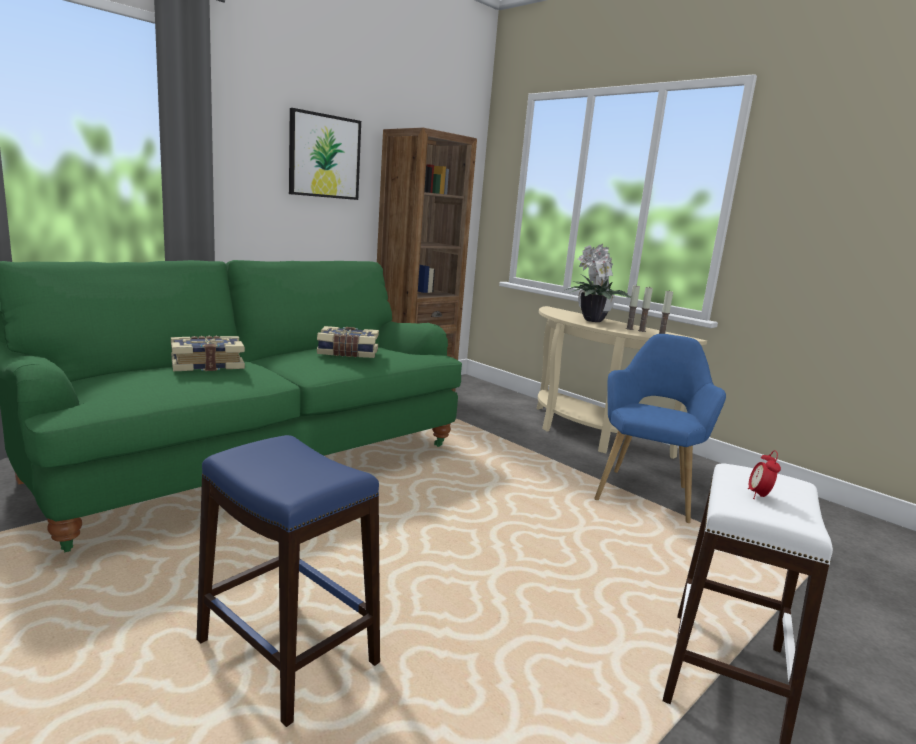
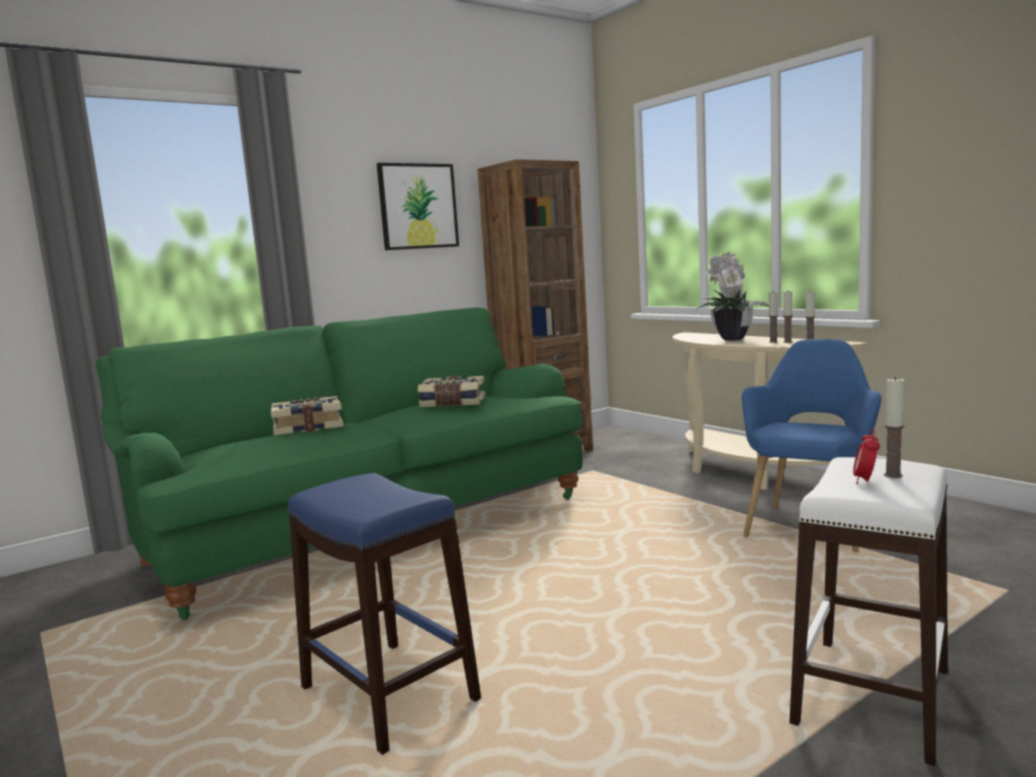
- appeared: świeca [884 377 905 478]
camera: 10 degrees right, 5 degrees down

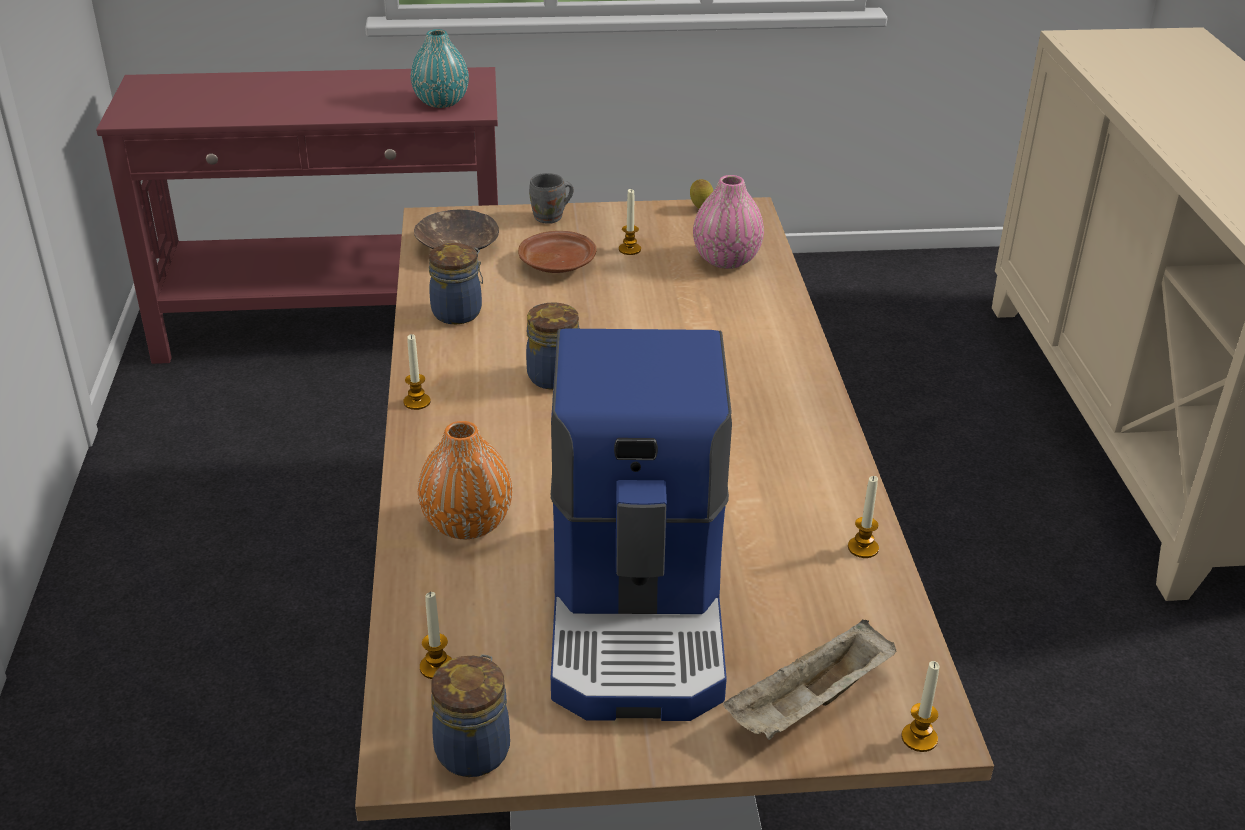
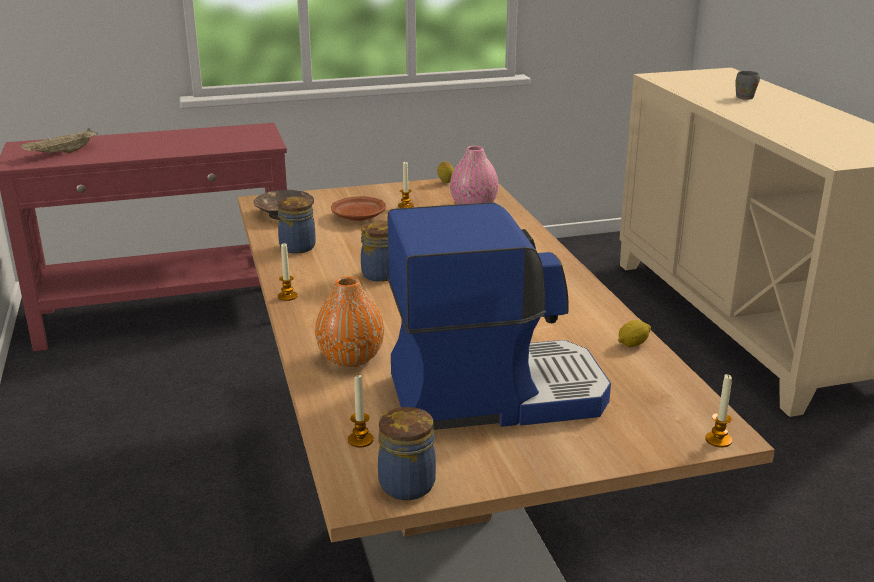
- missing: wazon [turkusowy] [411 29 469 108]
- relocated: kubek [szary] [529 173 573 224] to [736 71 760 100]
- spun: ekspres do kawy [551 329 732 721] = [387 202 611 430] 90 degrees counterclockwise
- exchanged: świeca [848 476 879 558] to cytryna [618 320 651 347]
- relocated: taca [beżowy] [723 619 896 740] to [20 128 98 153]
camera: 10 degrees left, 10 degrees down

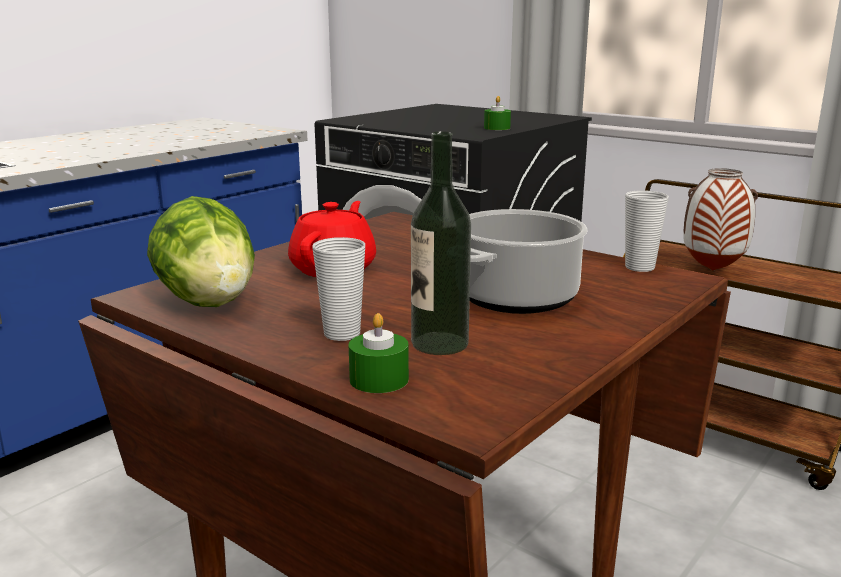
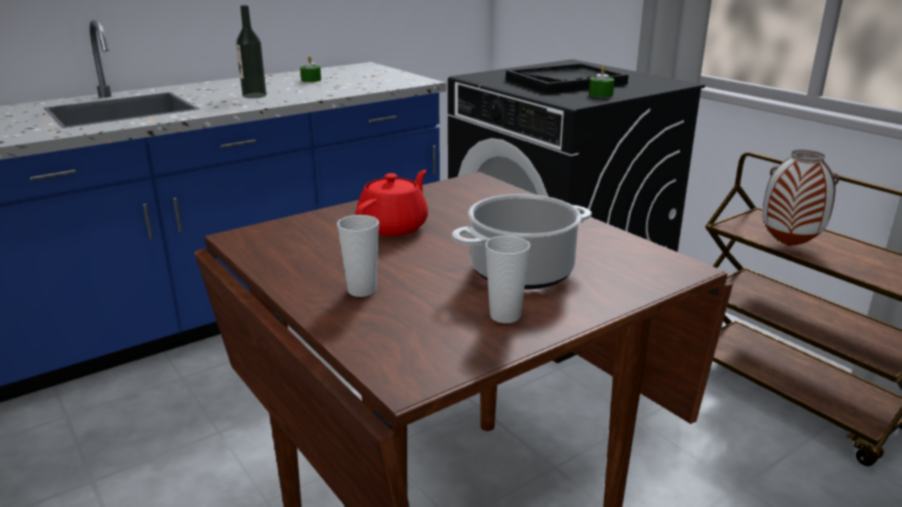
- relocated: butelka [411 131 471 355] to [236 5 266 98]
- relocated: filiżanka [625 190 669 272] to [485 235 531 323]
- missing: sałata [147 196 255 307]
- relocated: świeca [zielony] [349 313 409 393] to [300 56 321 82]
- appeared: taca [czarny] [506 63 629 94]
camera: 15 degrees right, 5 degrees up

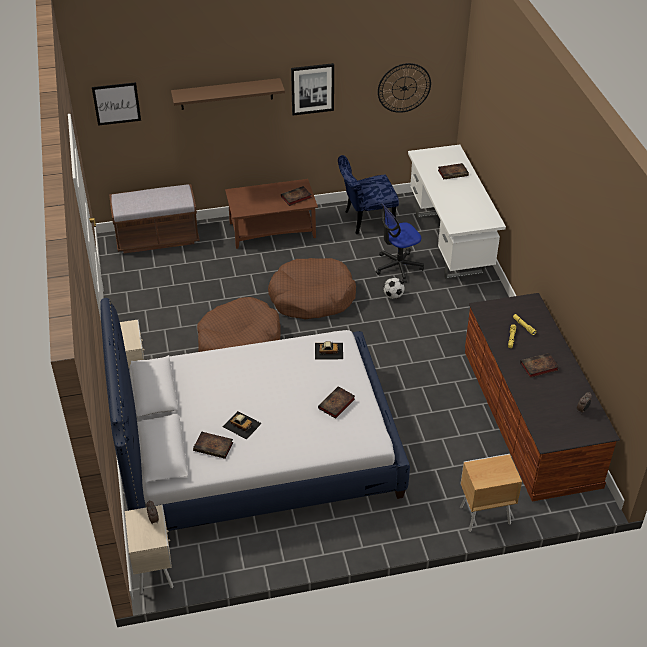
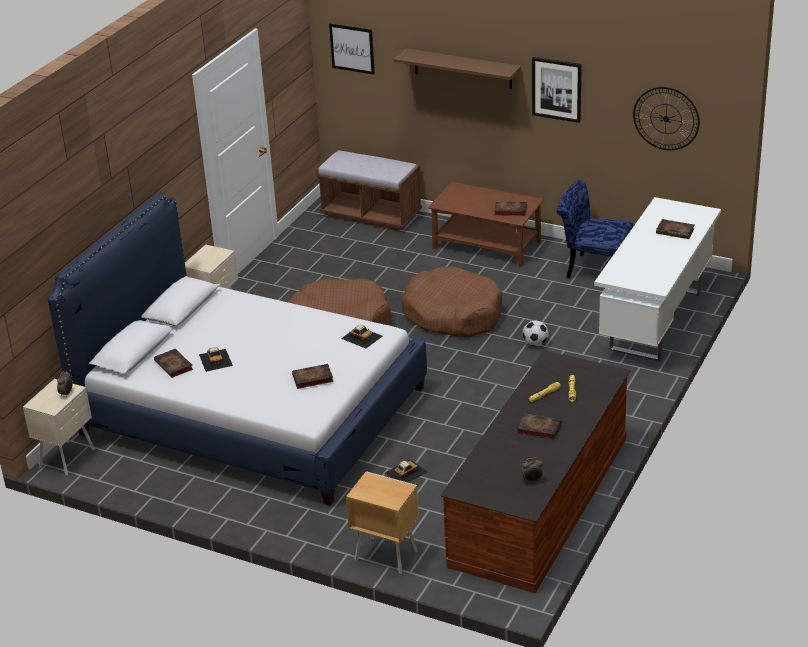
- missing: krzesło biurowe [376 202 424 283]
- appeared: samochodzik [385 459 427 483]
camera: 40 degrees right, 10 degrees down

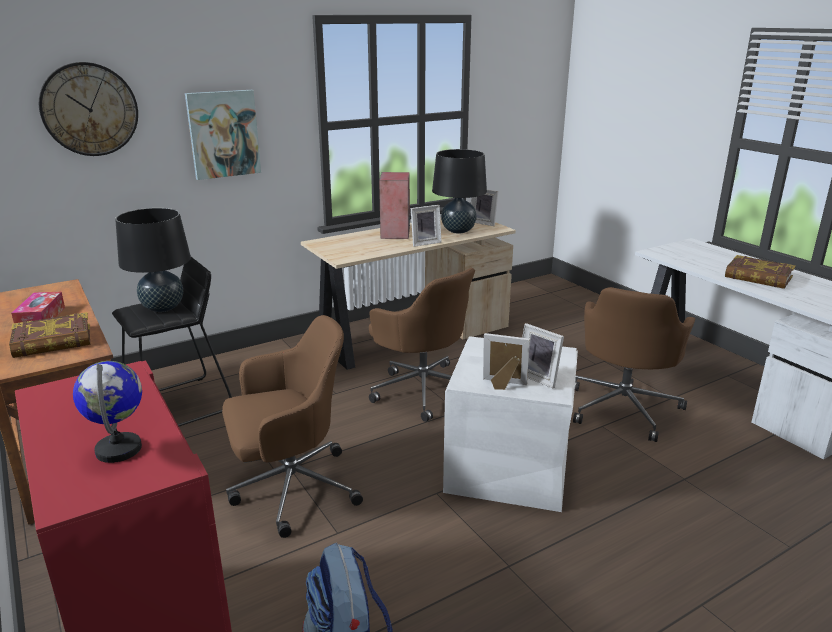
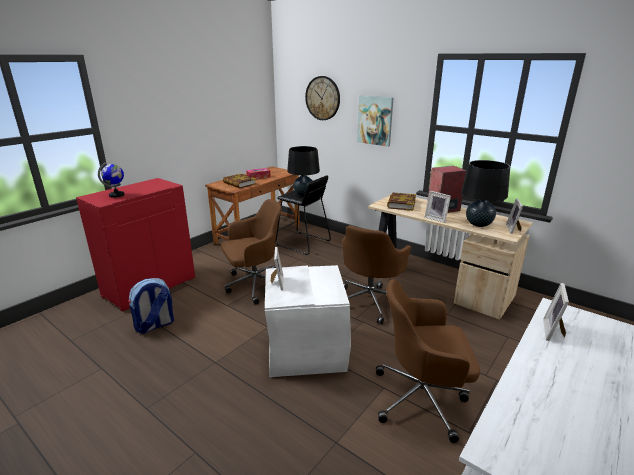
- relocated: książka [725 255 795 289] to [387 192 416 211]
- spun: krzesło biurowe [brązowy] [222 315 363 538] = [221 199 281 305] 75 degrees counterclockwise
- relocated: ramka na zdjęcie [522 323 564 388] to [543 283 569 341]
camera: 70 degrees right, 0 degrees up

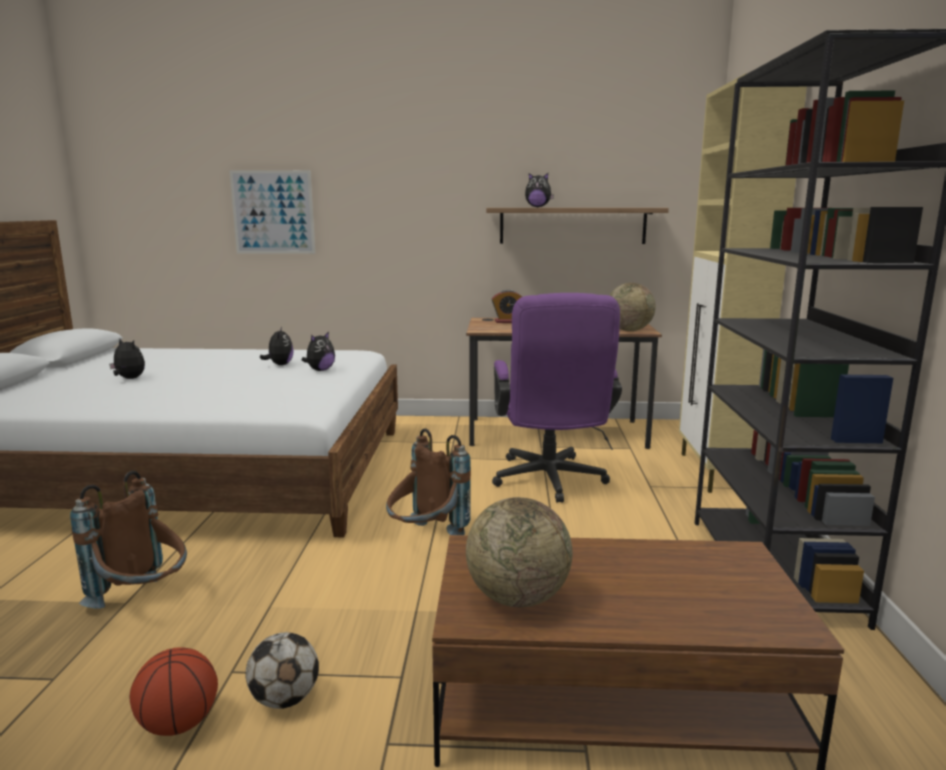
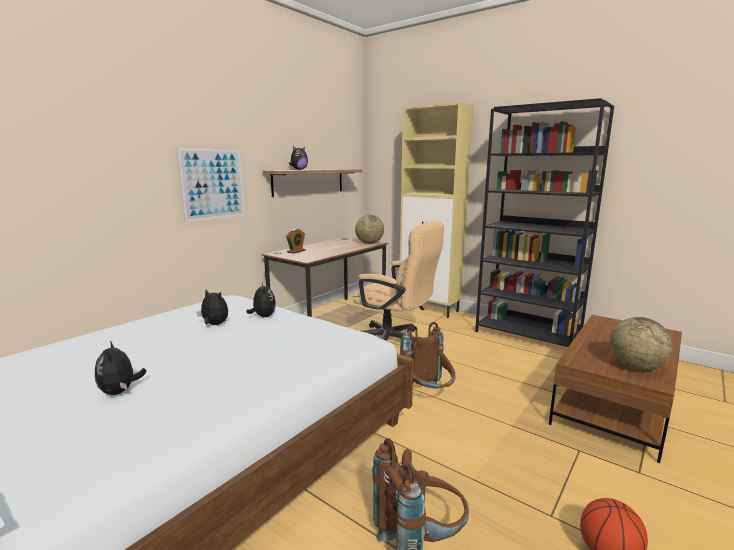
- relocated: obraz [230 170 315 254] to [177 148 245 222]
- colour: krzesło biurowe [fioletowy] [492 293 622 503] to krzesło biurowe [beżowy] [353 221 444 341]
- spun: pluszak [109 339 145 379] = [95 341 146 395] 90 degrees counterclockwise
- missing: piłka futbolowa [245 632 319 709]
camera: 55 degrees left, 0 degrees up

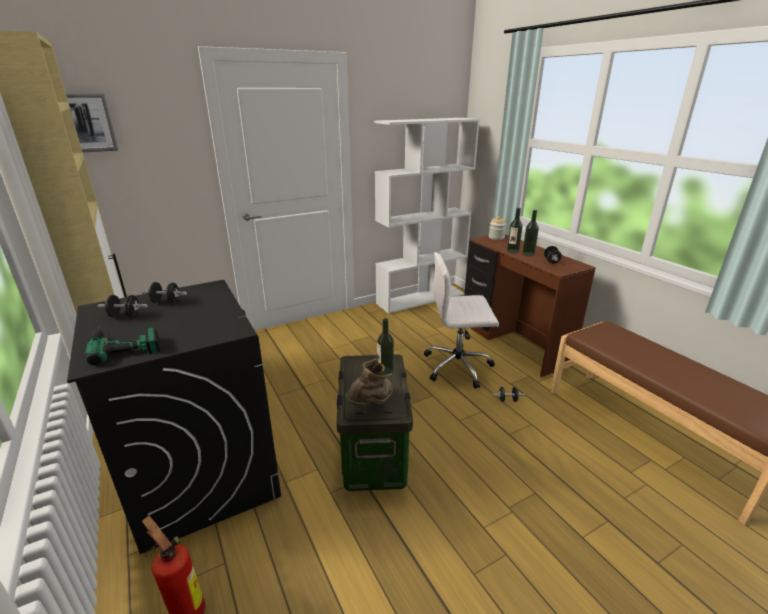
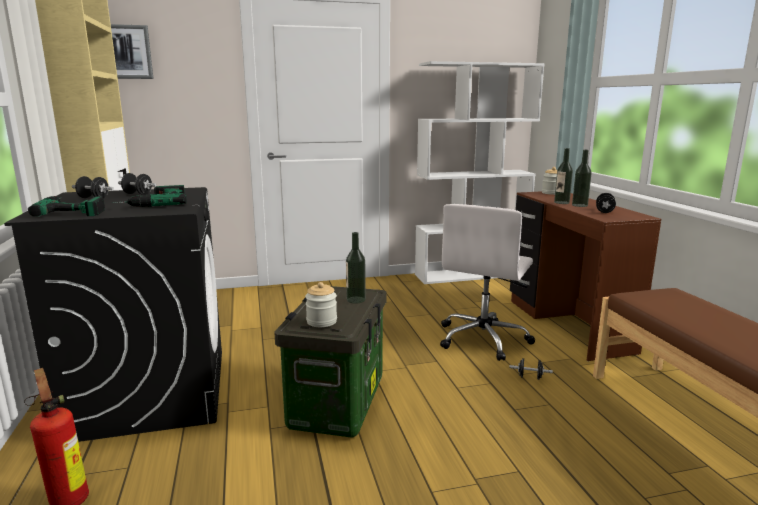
- spun: krzesło biurowe [biały] [424 252 499 389] = [440 204 535 361] 75 degrees counterclockwise
- exchanged: but z cholewką [brązowy] [345 359 393 406] to słoik [305 282 337 327]
- appeared: wiertarka [112 185 187 207]
camera: 15 degrees right, 10 degrees down

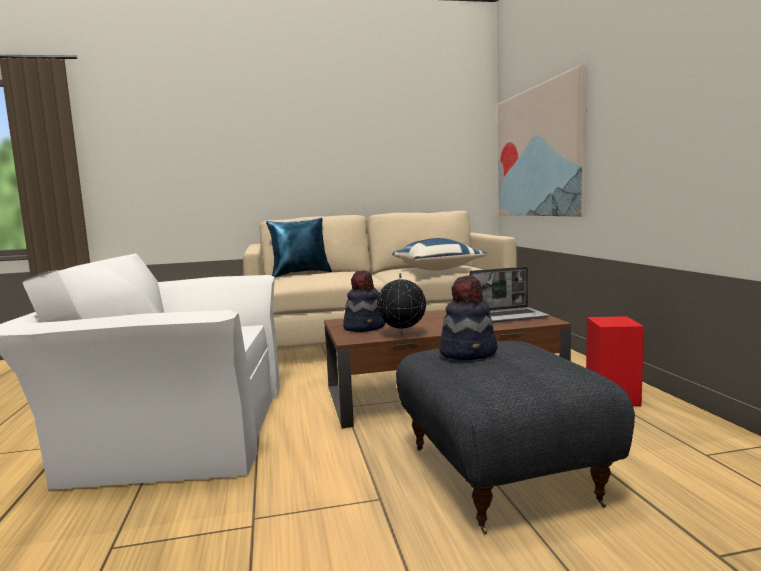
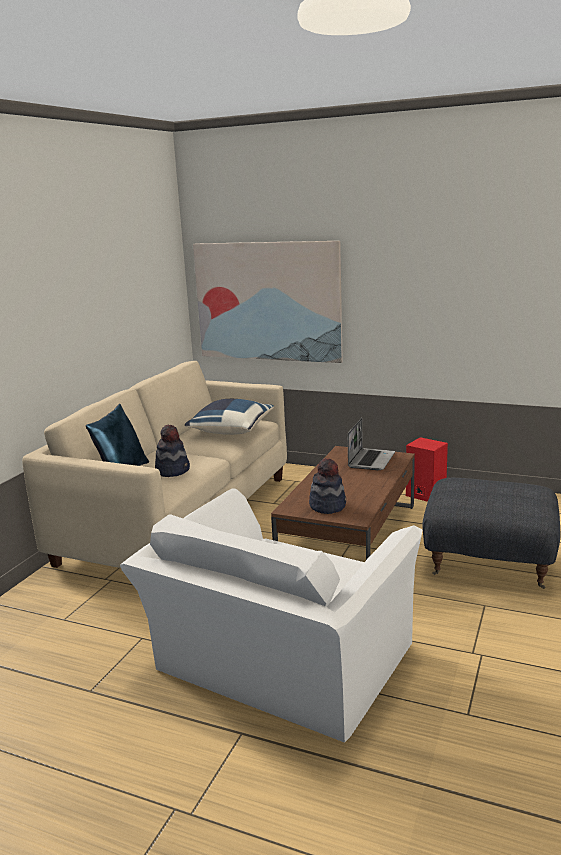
- missing: globus [377 273 426 335]
- relocated: kapelusz [439 275 498 360] to [155 424 190 477]
camera: 55 degrees left, 10 degrees up

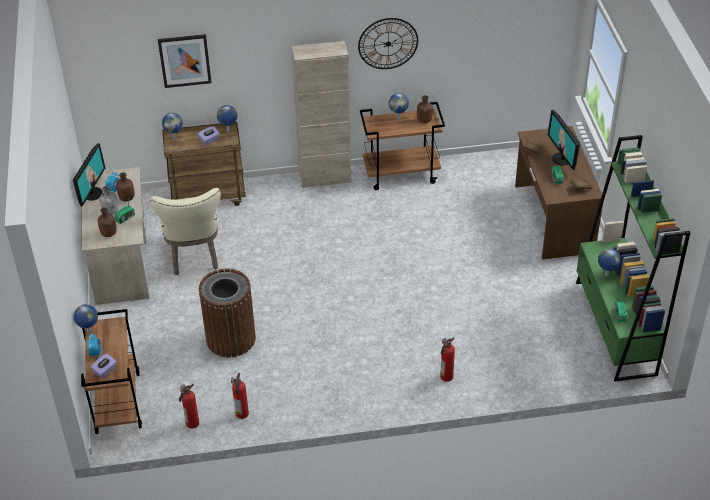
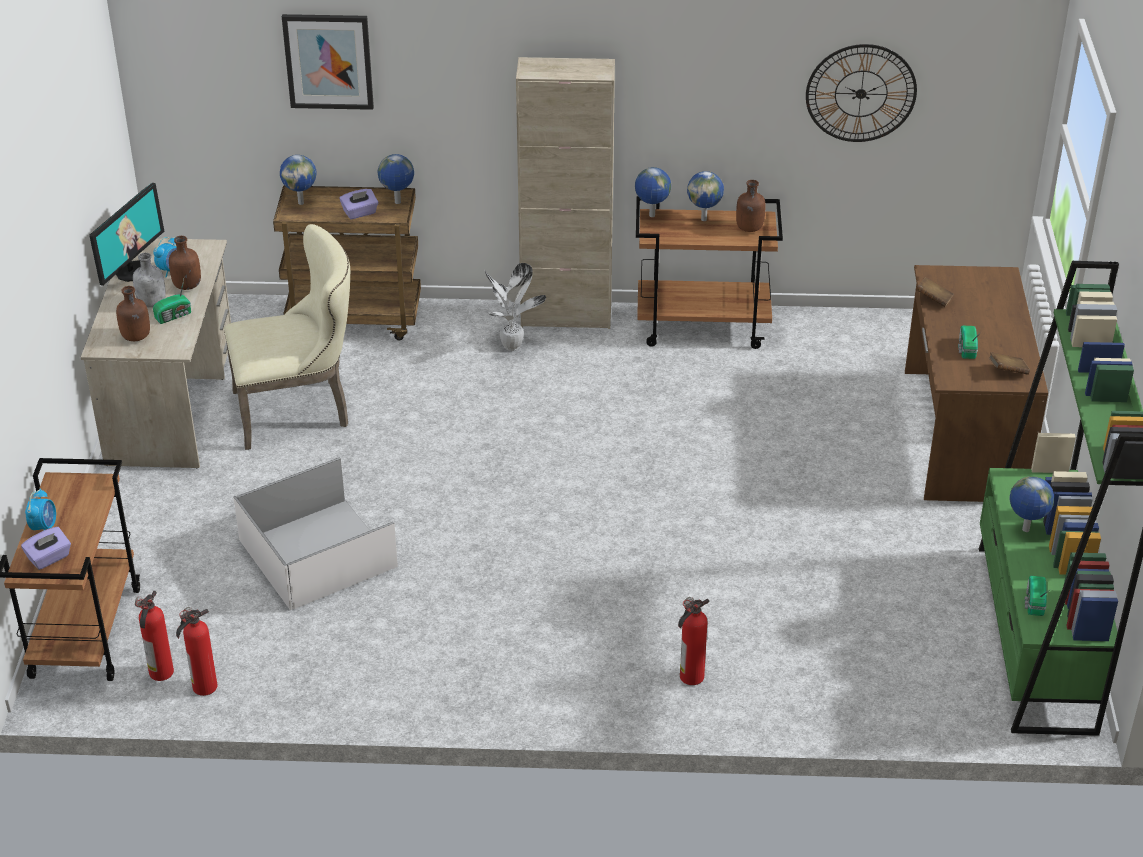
- relocated: zegar ścienny [358 18 418 69] to [806 44 917 142]
- missing: monitor [548 110 580 170]
- spun: krzesło [beżowy] [150 188 221 275] = [224 224 350 450] 105 degrees counterclockwise
- exchanged: kosz na śmieci [brązowy] [199 268 256 358] to pojemnik do przechowywania [biały] [233 457 398 610]
- relocated: globus [74 304 98 333] to [635 167 671 217]
- relocated: gaśnica [231 373 249 419] to [135 591 174 681]
- appeared: roślina doniczkowa [484 263 546 351]
camera: 10 degrees right, 5 degrees down

